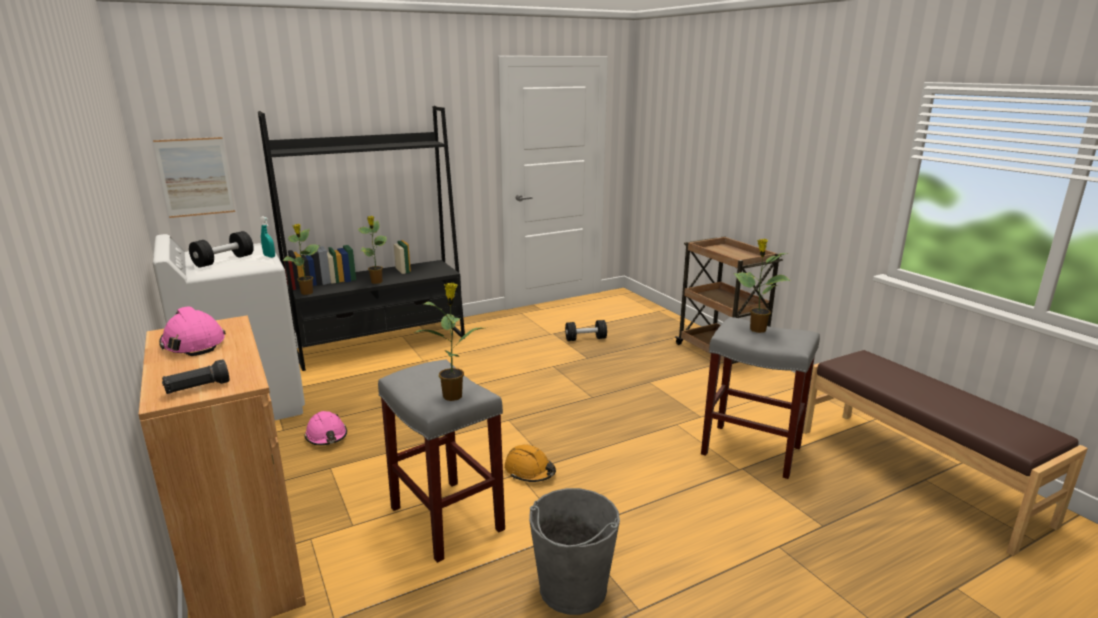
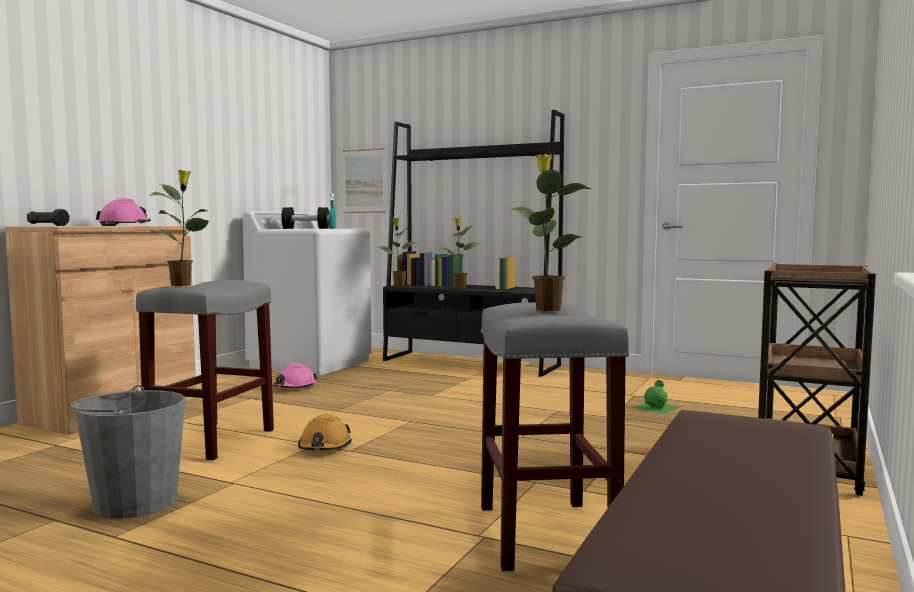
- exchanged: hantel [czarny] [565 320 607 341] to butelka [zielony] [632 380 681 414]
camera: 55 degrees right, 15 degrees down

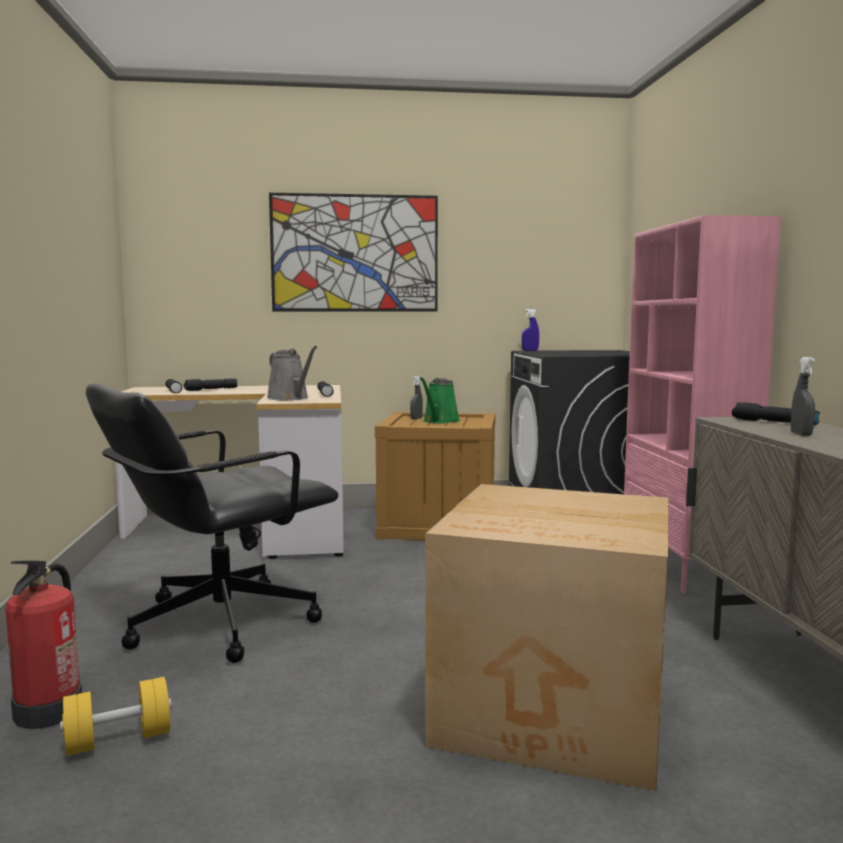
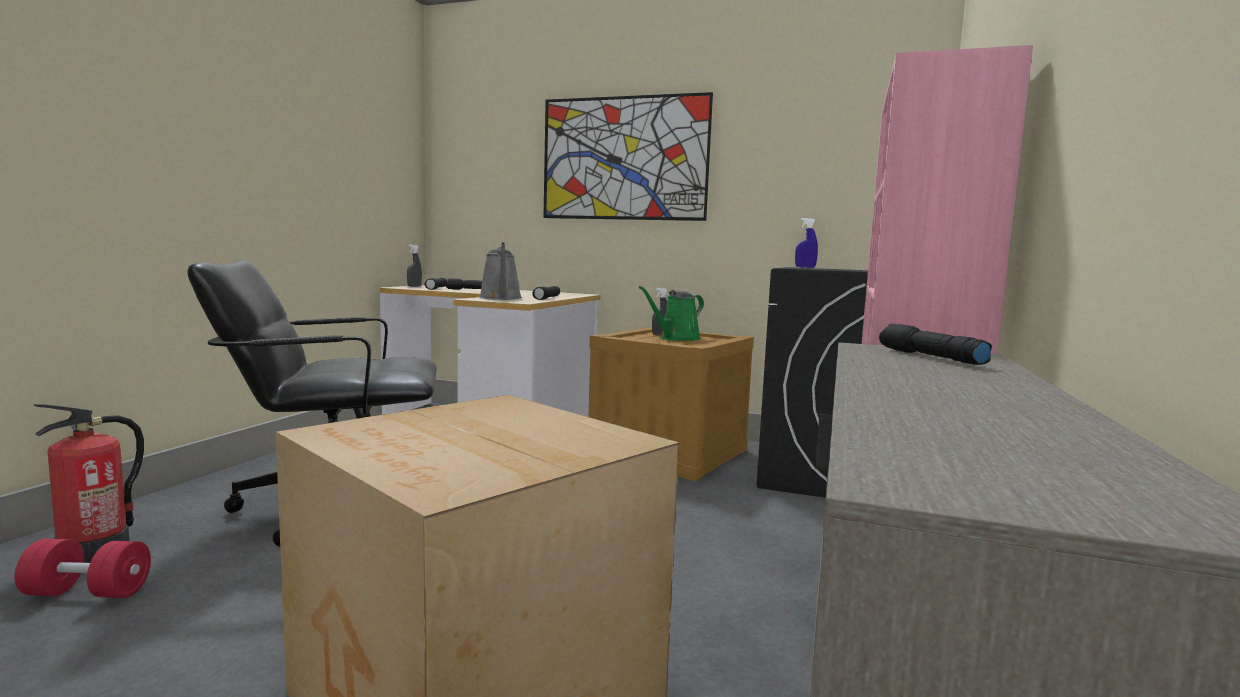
- relocated: spryskiwacz [szary] [791 357 815 436] to [407 244 422 287]
- colour: hantel [żółty] [60 677 172 756] to hantel [czerwony] [14 539 151 598]
camera: 25 degrees right, 0 degrees up

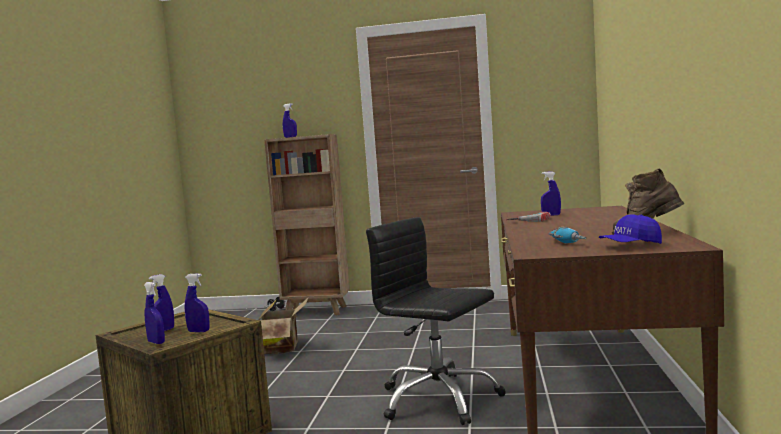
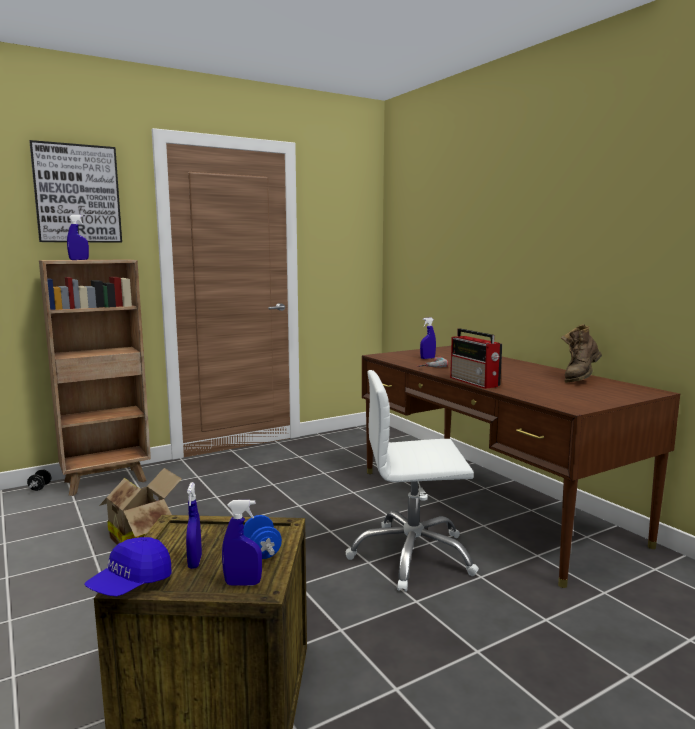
- relocated: czapka z daszkiem [niebieski] [599 214 662 244] to [84 537 172 596]
- colour: krzesło biurowe [czarny] [366 217 506 425] to krzesło biurowe [biały] [346 370 479 592]
- missing: wiertarka [549 226 586 244]
- exchanged: spryskiwacz [niebieski] [185 273 210 332] to hantel [niebieski] [243 515 282 559]
- appeared: obraz [29 140 122 243]
- appeared: radio [450 328 502 389]
camera: 40 degrees left, 5 degrees up

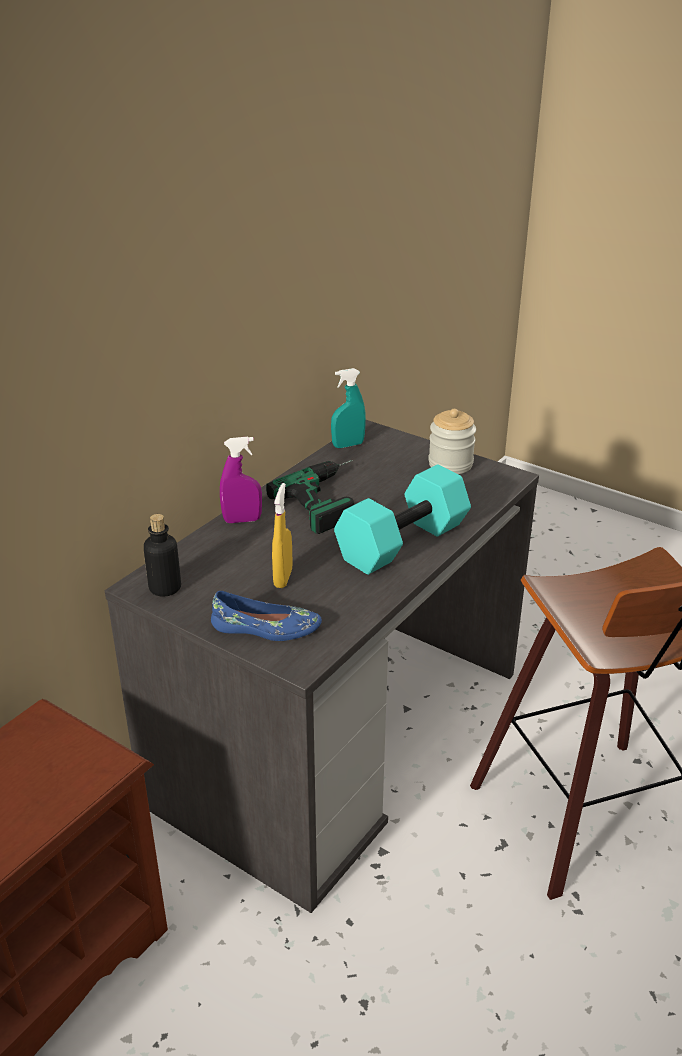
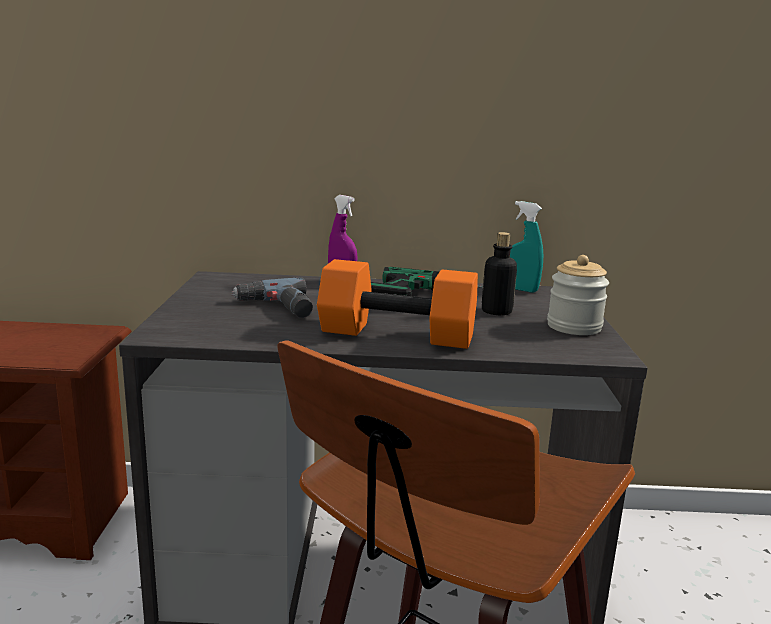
- colour: hantel [turkusowy] [334 464 471 575] to hantel [pomarańczowy] [317 259 478 349]
- exchanged: spryskiwacz [żółty] [272 483 292 588] to wiertarka [231 277 313 318]
- relocated: butelka [144 514 181 597] to [482 232 517 315]
- missing: but [niebieski] [211 591 322 641]
camera: 55 degrees right, 15 degrees down

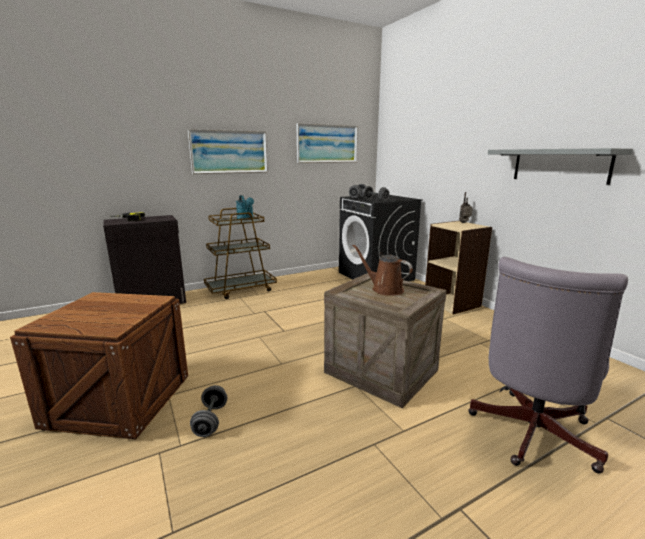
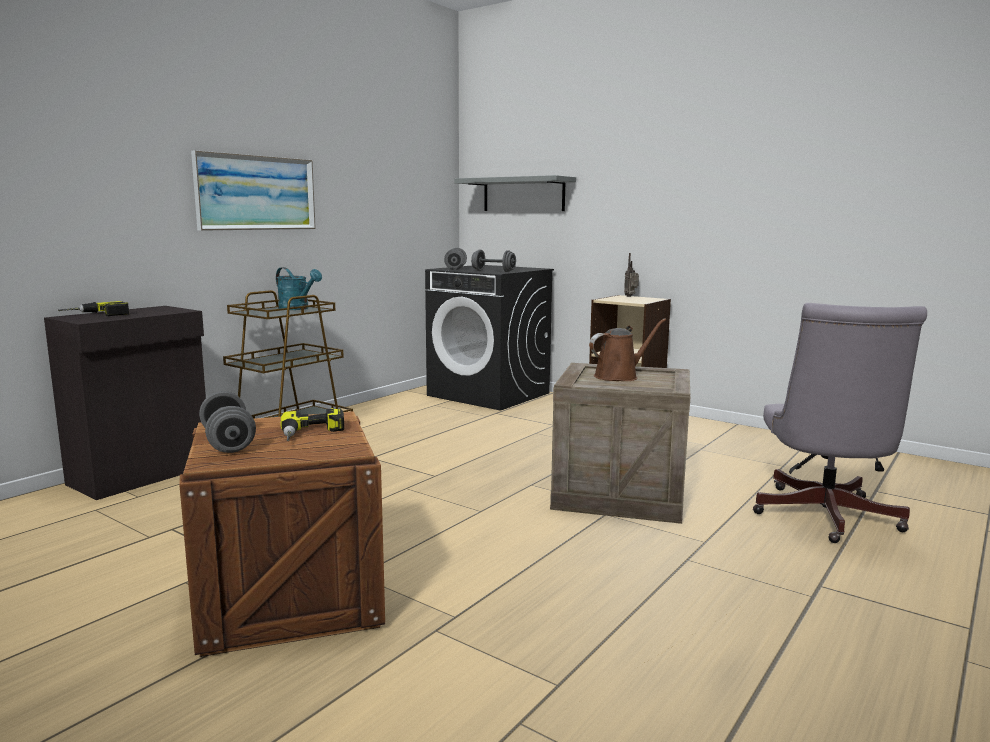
- missing: obraz [296 123 358 163]
- relocated: półka [szary] [488 148 633 185] to [454 175 576 211]
- spun: konewka [brązowy] [352 244 413 296] = [589 319 666 381] 135 degrees clockwise
- relocated: hantel [szary] [190 385 227 437] to [199 391 256 453]
- appeared: wiertarka [280 408 344 442]
camera: 25 degrees left, 5 degrees down

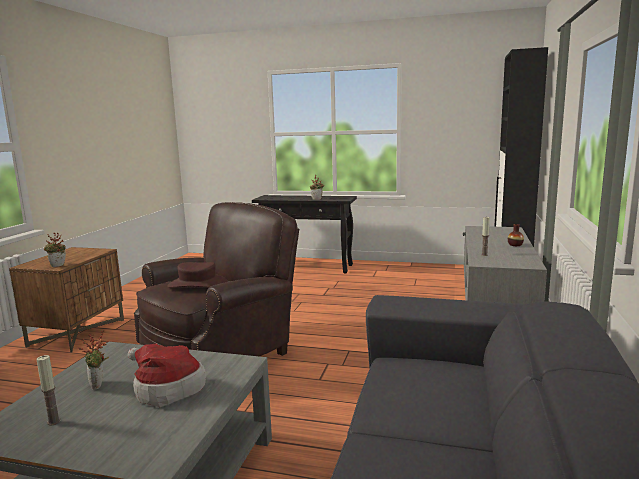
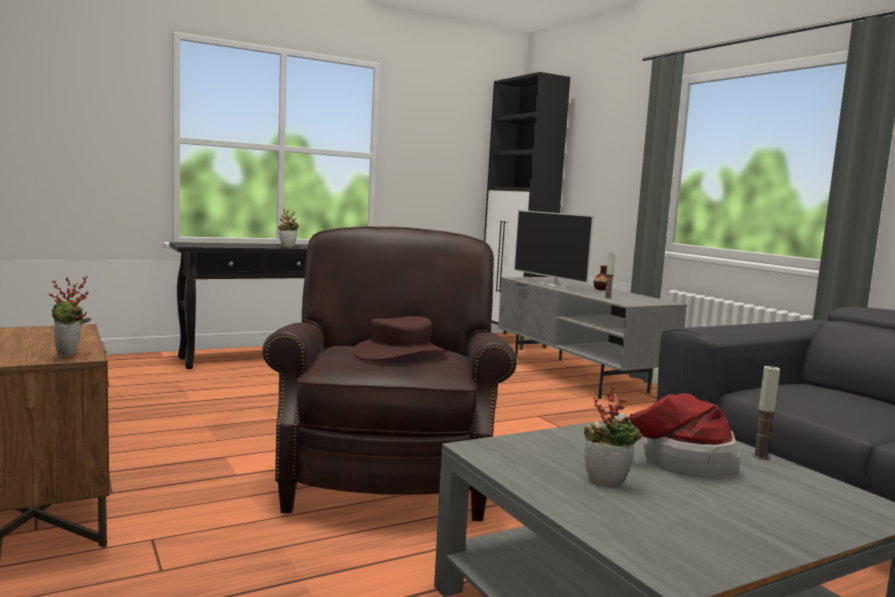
- relocated: świeca [36 355 61 426] to [752 365 780 460]
- appeared: telewizor [514 210 594 289]
camera: 45 degrees left, 5 degrees down

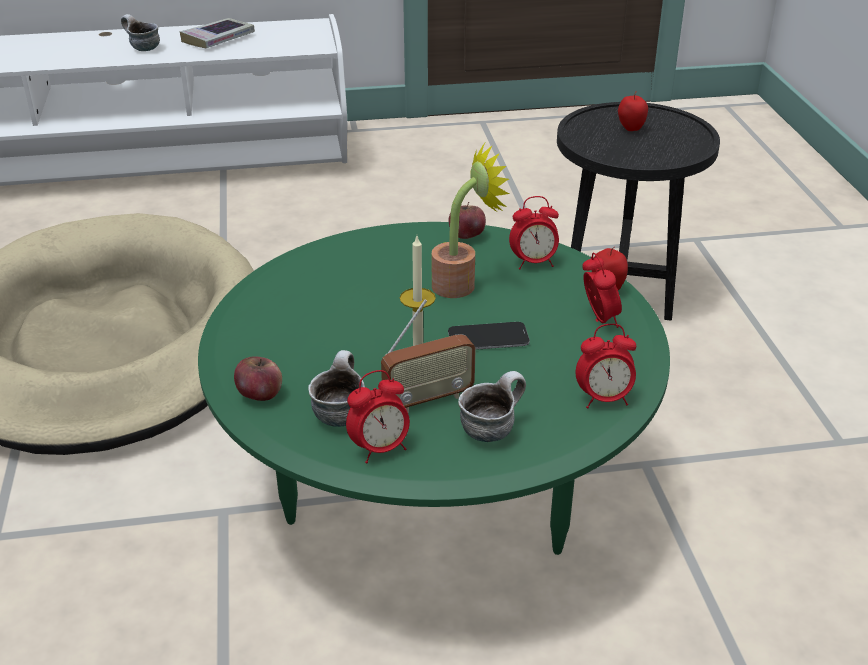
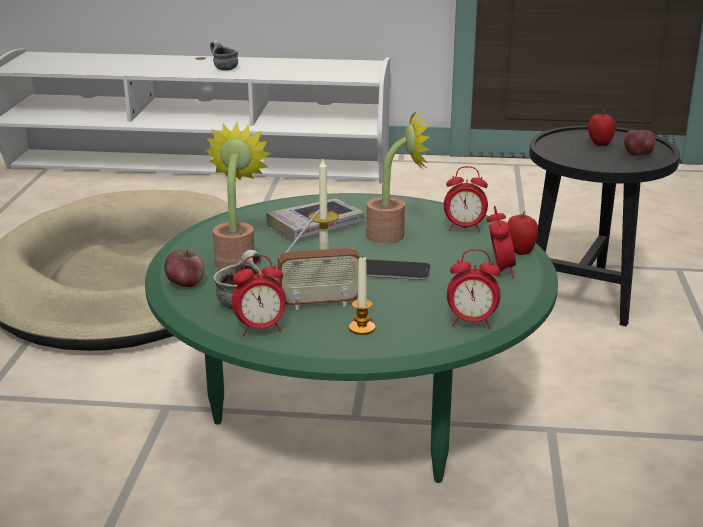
- relocated: książka [180 18 255 48] to [266 199 365 239]
- relocated: jabłko [449 202 486 239] to [624 126 656 156]
- exchanged: kubek [458 371 526 442] to świeca [349 256 376 335]
- appeared: roślina doniczkowa [206 122 271 270]
camera: 15 degrees right, 10 degrees down

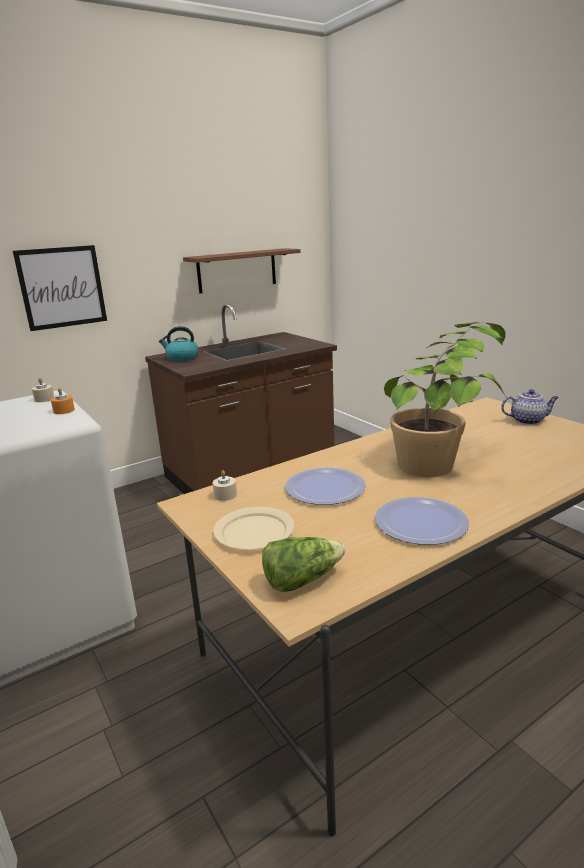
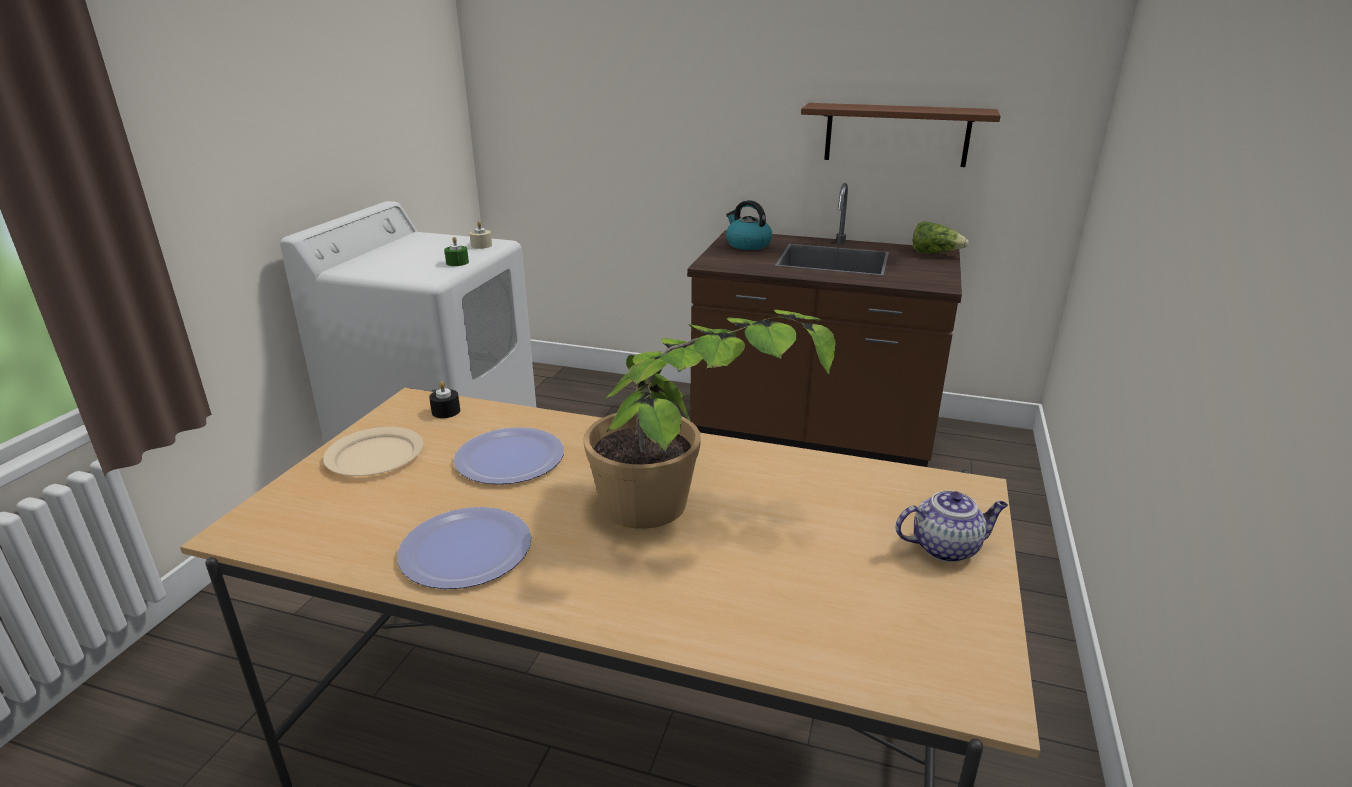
- missing: obraz [13 245 107 331]
- colour: świeca [pomarańczowy] [51 388 75 414] to świeca [zielony] [444 237 469 266]
- spun: imbryk [501 389 559 425] = [895 491 1008 562] 60 degrees counterclockwise
- colour: świeca [beżowy] [213 470 237 501] to świeca [czarny] [429 382 460 418]
- relocated: sałata [262 537 346 592] to [913 221 969 253]
camera: 50 degrees right, 5 degrees up

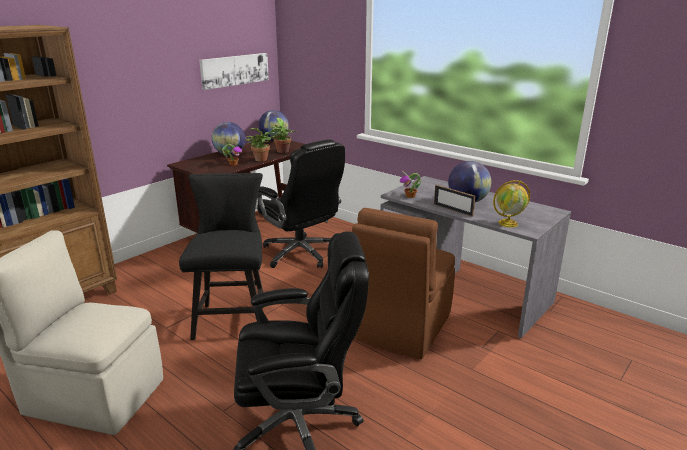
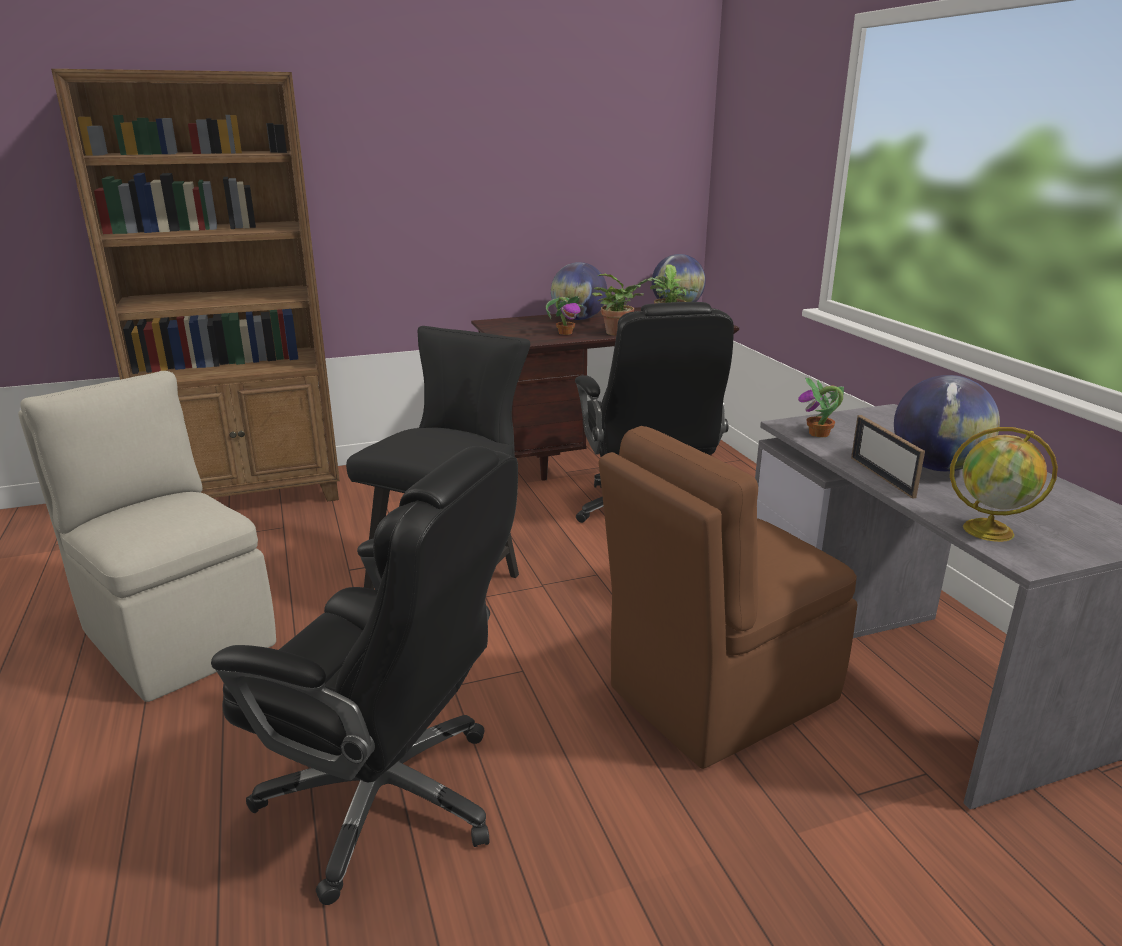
- missing: obraz [199 53 269 90]
camera: 30 degrees right, 0 degrees up

